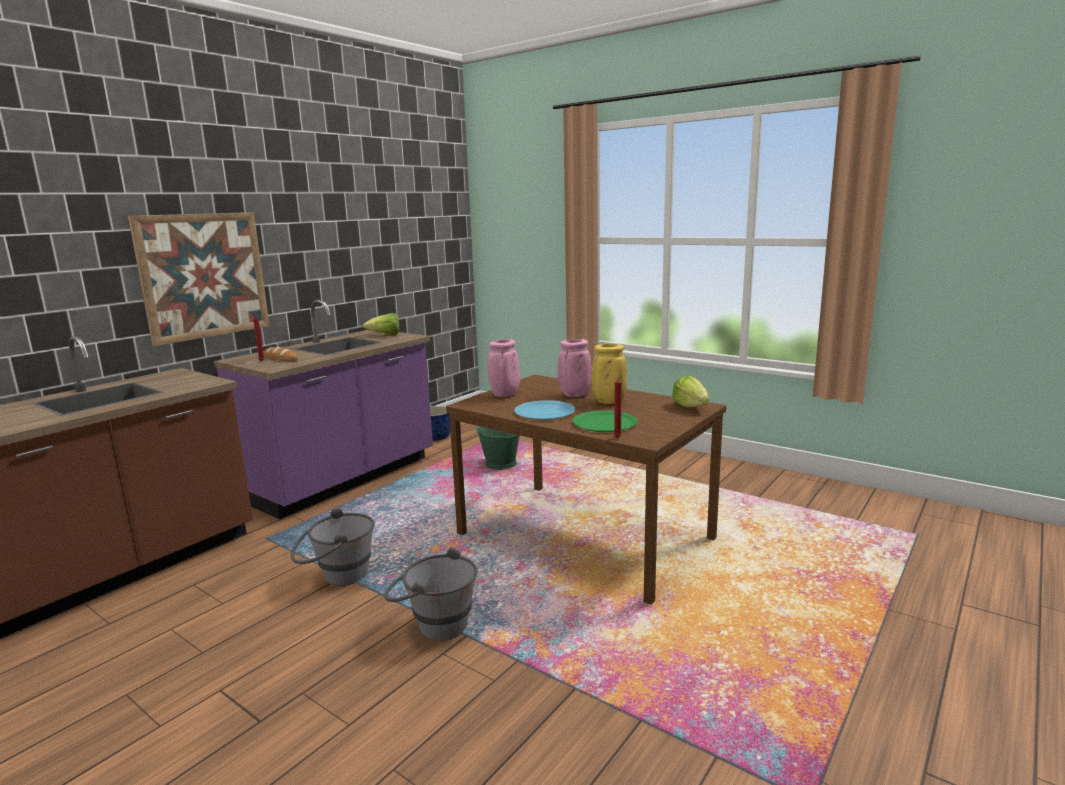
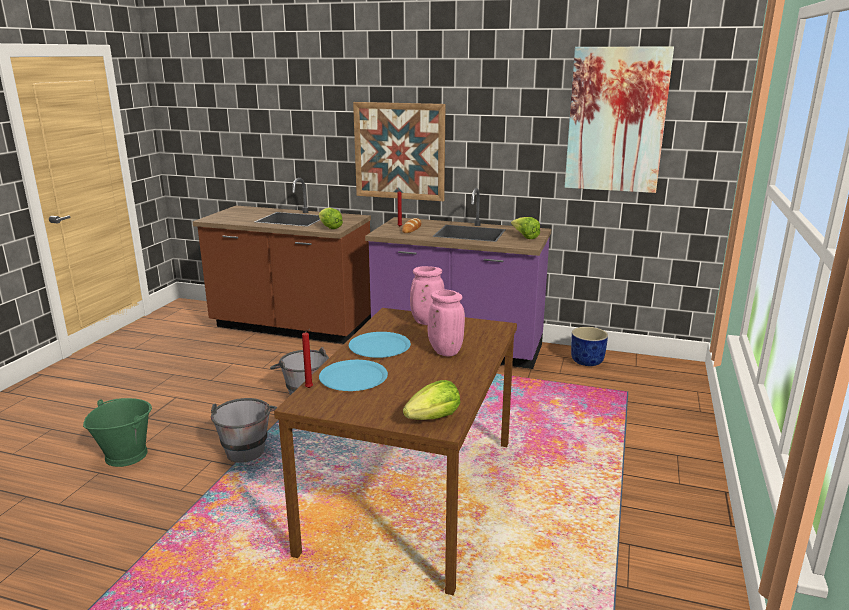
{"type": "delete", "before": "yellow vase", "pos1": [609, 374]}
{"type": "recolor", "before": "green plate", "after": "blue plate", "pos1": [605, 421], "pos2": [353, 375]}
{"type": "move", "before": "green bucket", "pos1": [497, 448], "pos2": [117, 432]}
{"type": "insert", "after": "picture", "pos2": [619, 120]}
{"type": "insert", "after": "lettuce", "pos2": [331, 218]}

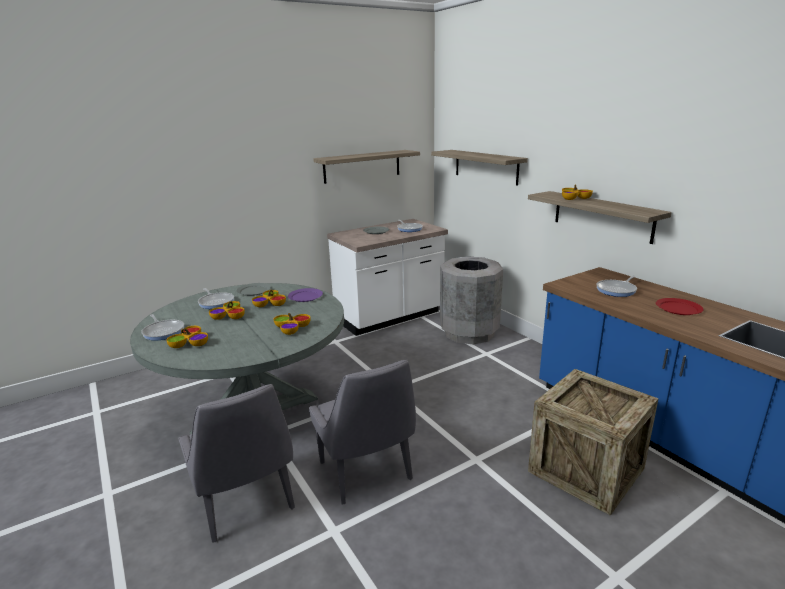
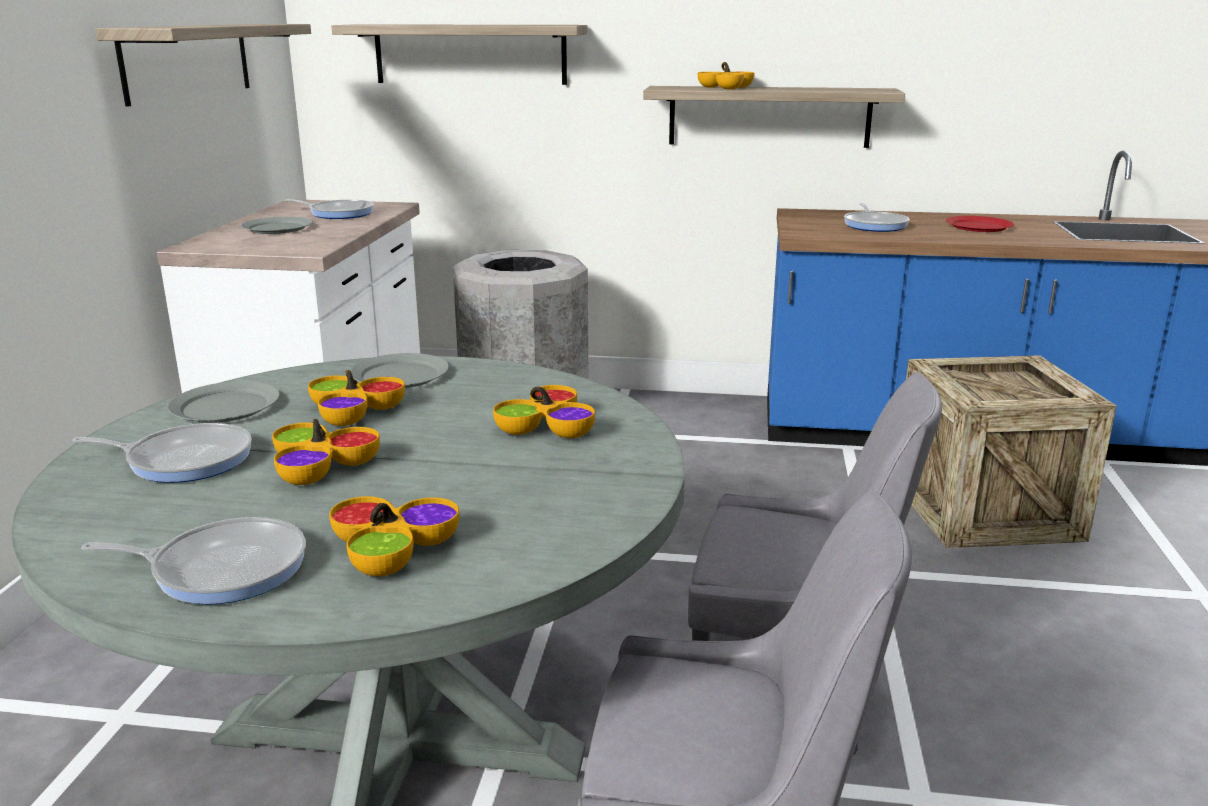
{"type": "recolor", "before": "purple plate", "after": "grey plate", "pos1": [305, 295], "pos2": [400, 370]}

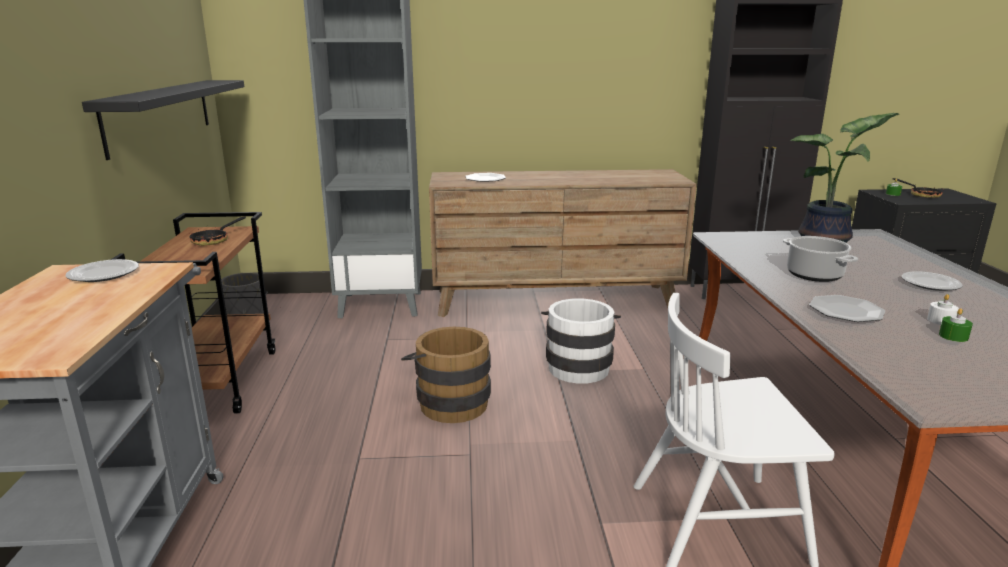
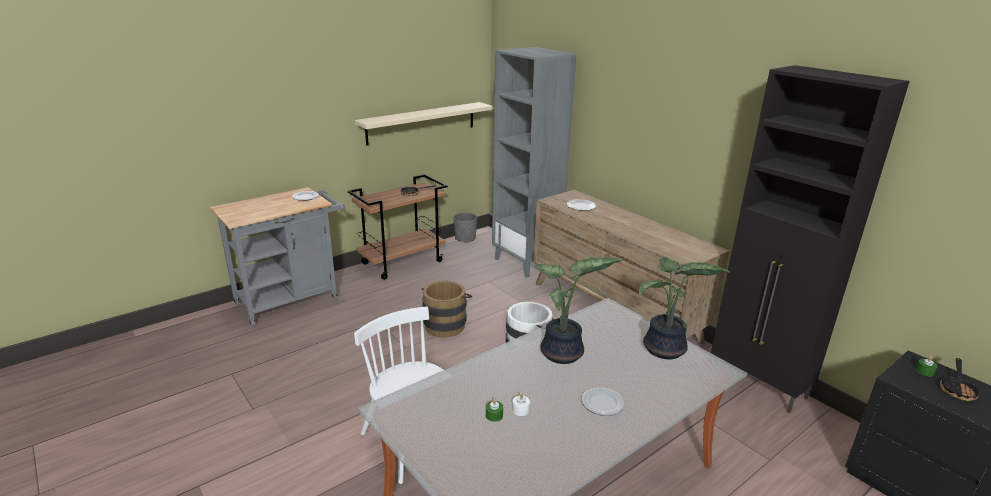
{"type": "recolor", "before": "black shelf", "after": "beige shelf", "pos1": [163, 120], "pos2": [424, 124]}
{"type": "replace", "before": "cooking pot", "after": "potted plant", "pos1": [820, 259], "pos2": [578, 310]}
{"type": "delete", "before": "plate", "pos1": [847, 308]}

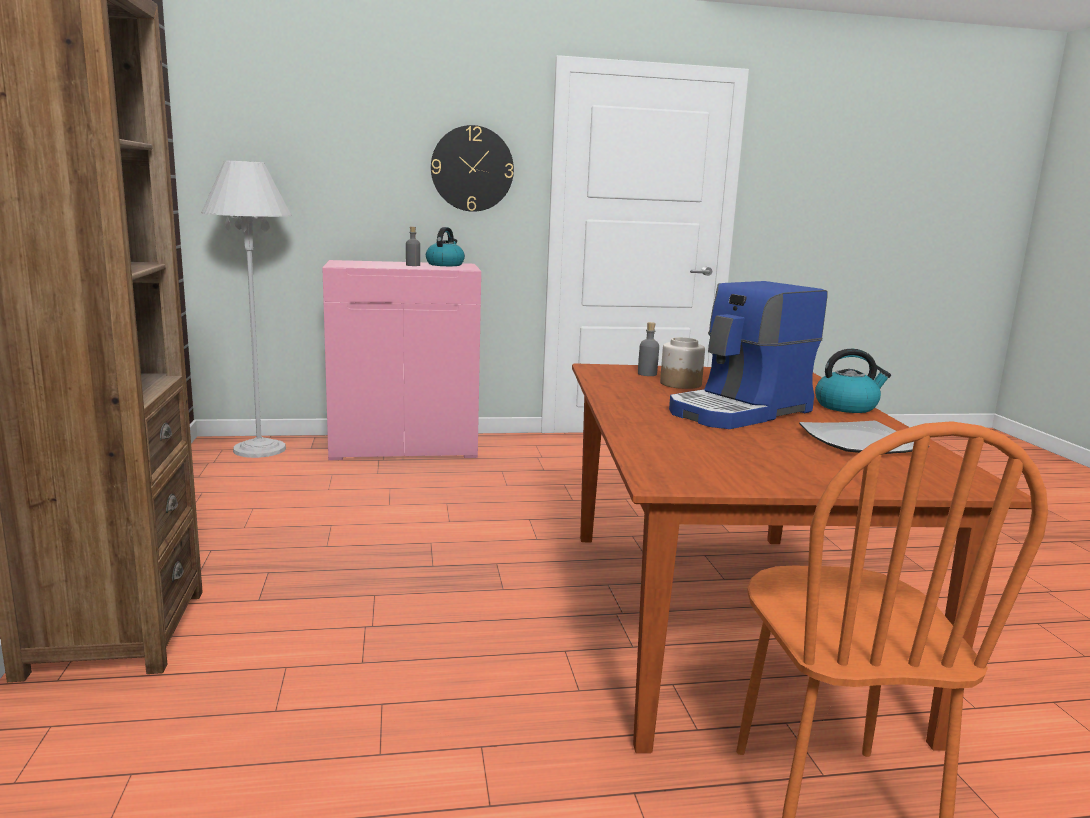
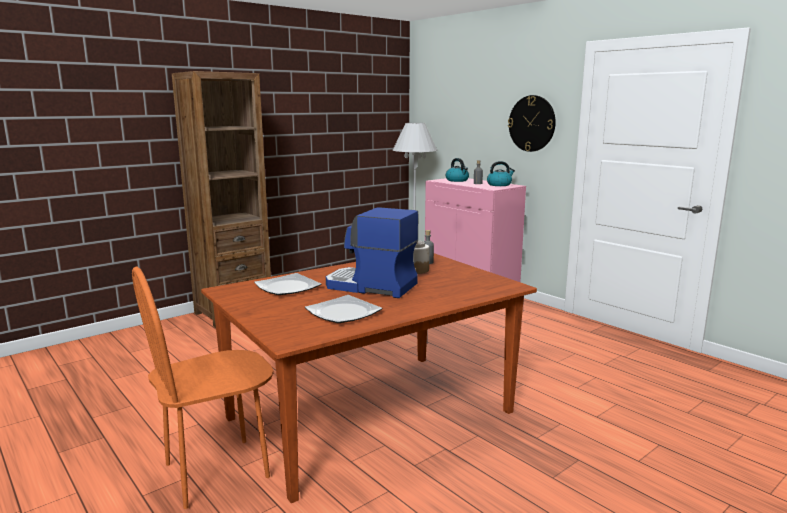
{"type": "move", "before": "kettle", "pos1": [853, 381], "pos2": [457, 170]}
{"type": "insert", "after": "plate", "pos2": [287, 284]}

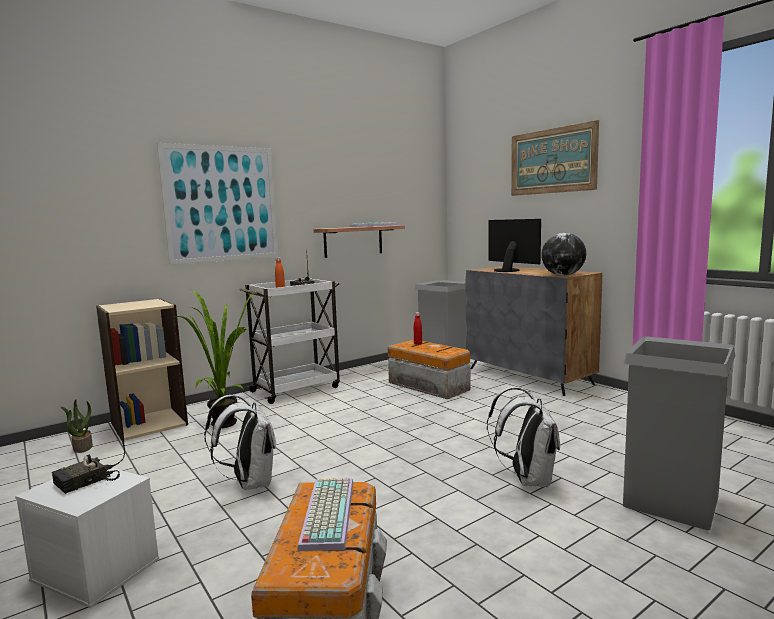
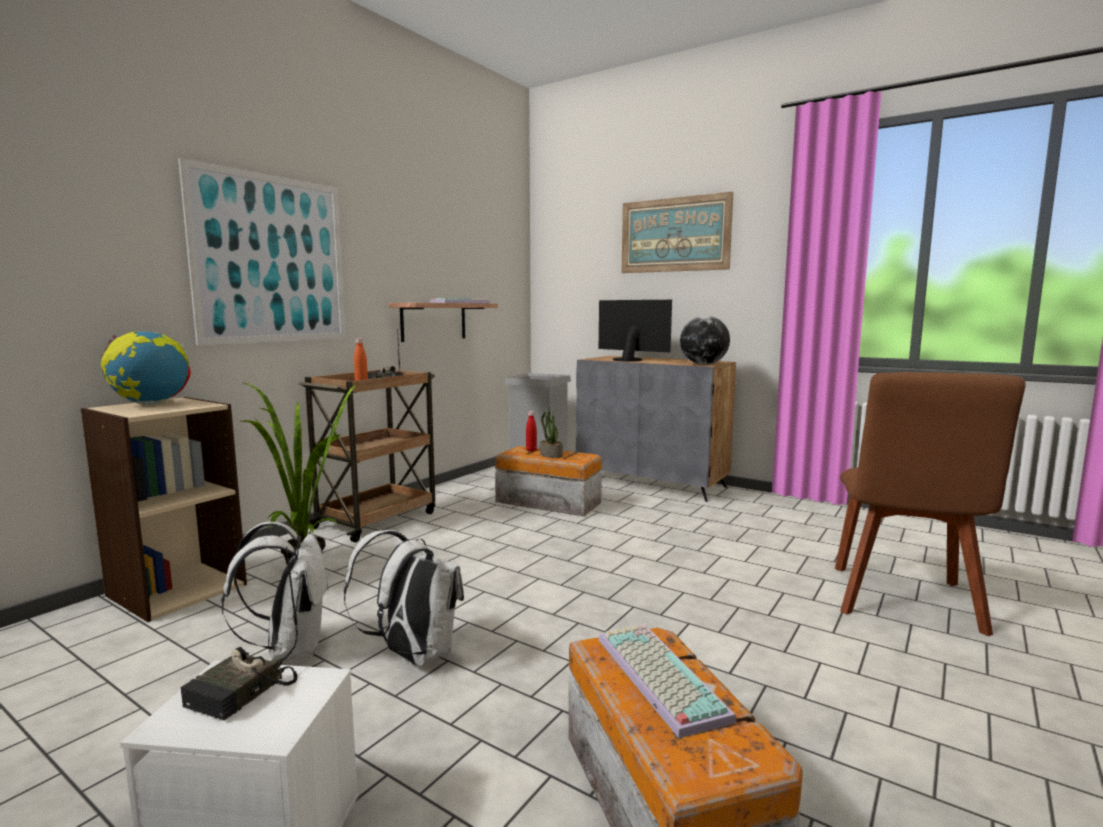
{"type": "recolor", "before": "white cart", "after": "brown cart", "pos1": [290, 341], "pos2": [367, 456]}
{"type": "replace", "before": "grey trash can", "after": "brown chair", "pos1": [679, 433], "pos2": [930, 504]}
{"type": "move", "before": "white backpack", "pos1": [523, 437], "pos2": [275, 591]}
{"type": "move", "before": "potted plant", "pos1": [77, 426], "pos2": [551, 432]}
{"type": "insert", "after": "globe", "pos2": [145, 368]}

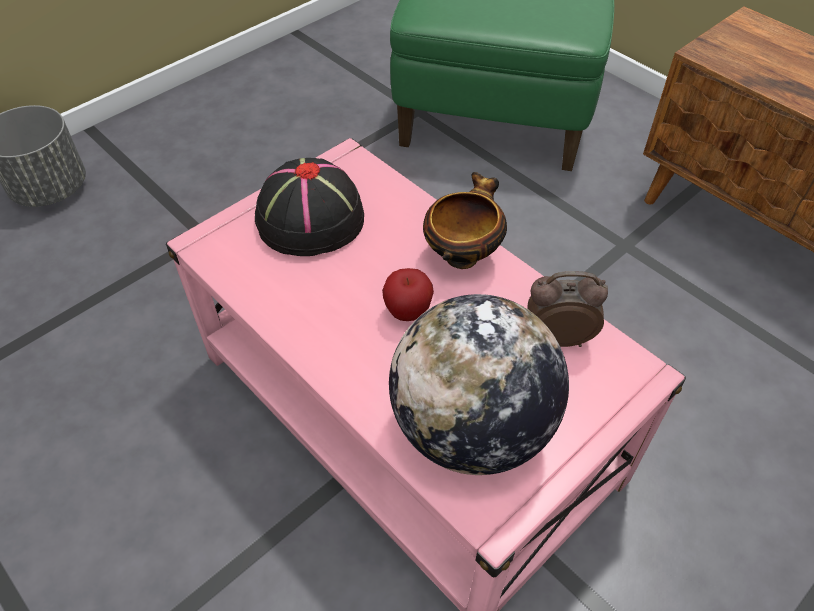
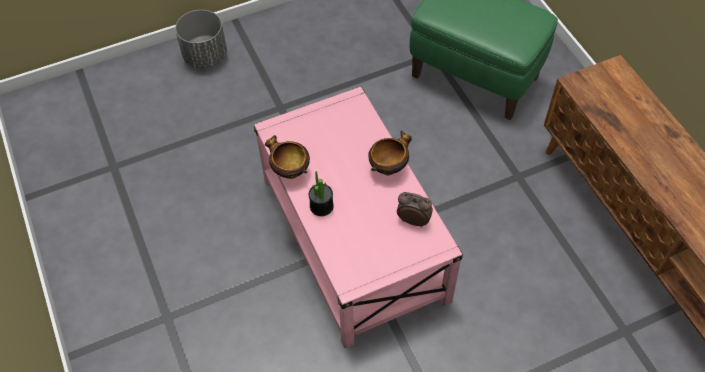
{"type": "delete", "before": "black hat", "pos1": [309, 207]}
{"type": "delete", "before": "apple", "pos1": [408, 294]}
{"type": "delete", "before": "globe", "pos1": [479, 384]}
{"type": "insert", "after": "bowl", "pos2": [287, 157]}
{"type": "insert", "after": "potted plant", "pos2": [321, 193]}

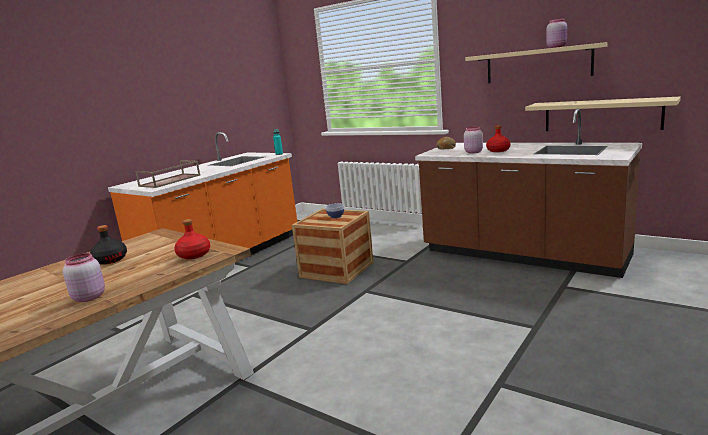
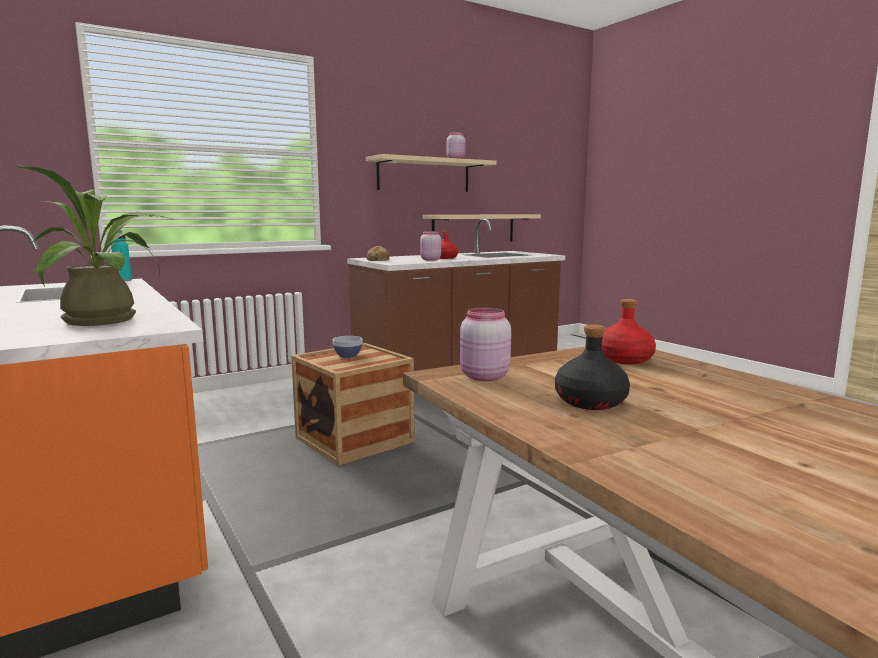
{"type": "replace", "before": "brown tray", "after": "potted plant", "pos1": [167, 174], "pos2": [93, 245]}
{"type": "move", "before": "pink jar", "pos1": [84, 277], "pos2": [485, 344]}

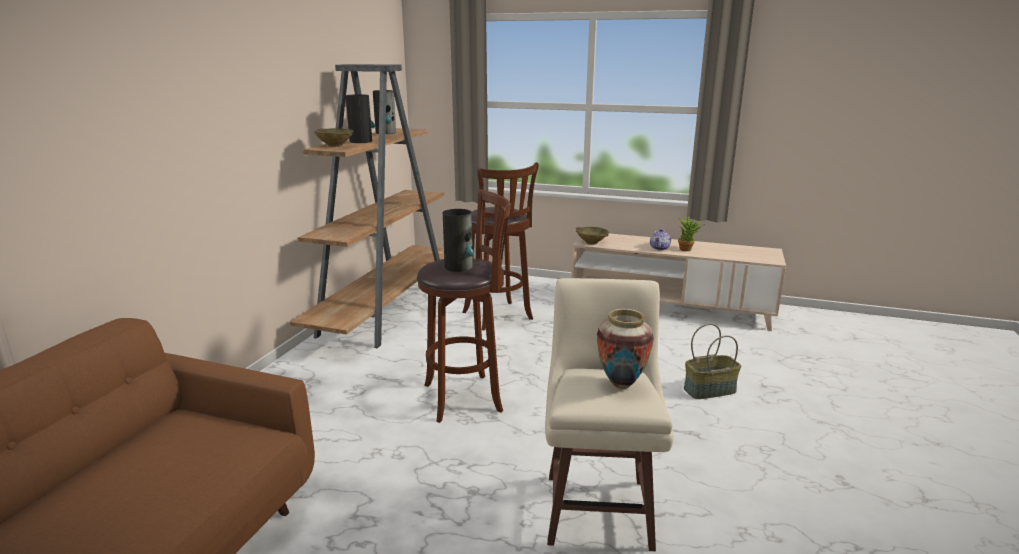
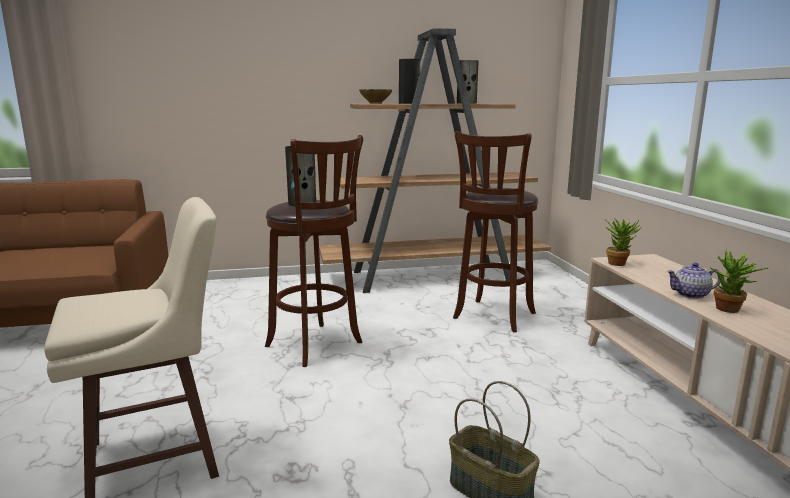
{"type": "replace", "before": "beige bowl", "after": "potted plant", "pos1": [593, 236], "pos2": [623, 242]}
{"type": "delete", "before": "vase", "pos1": [625, 349]}

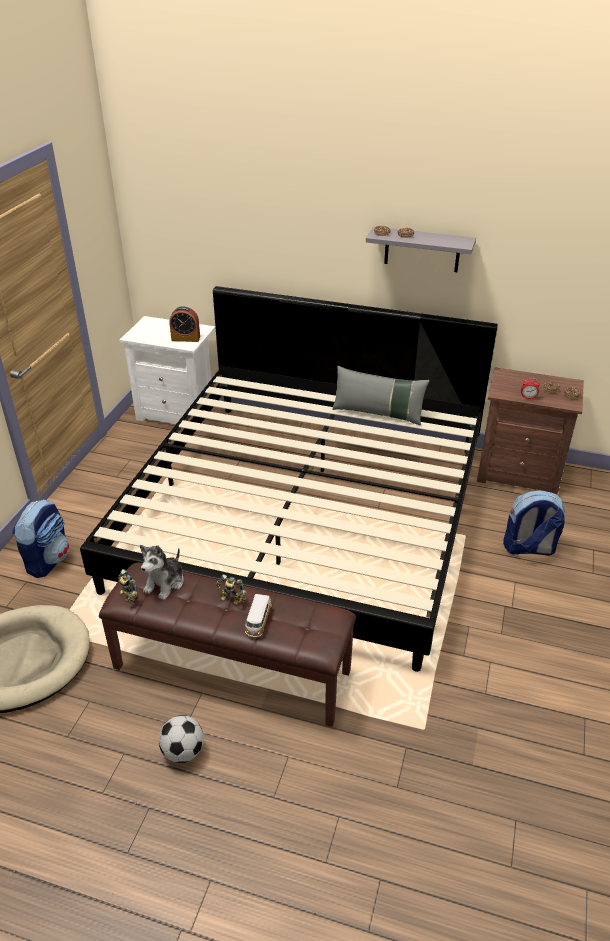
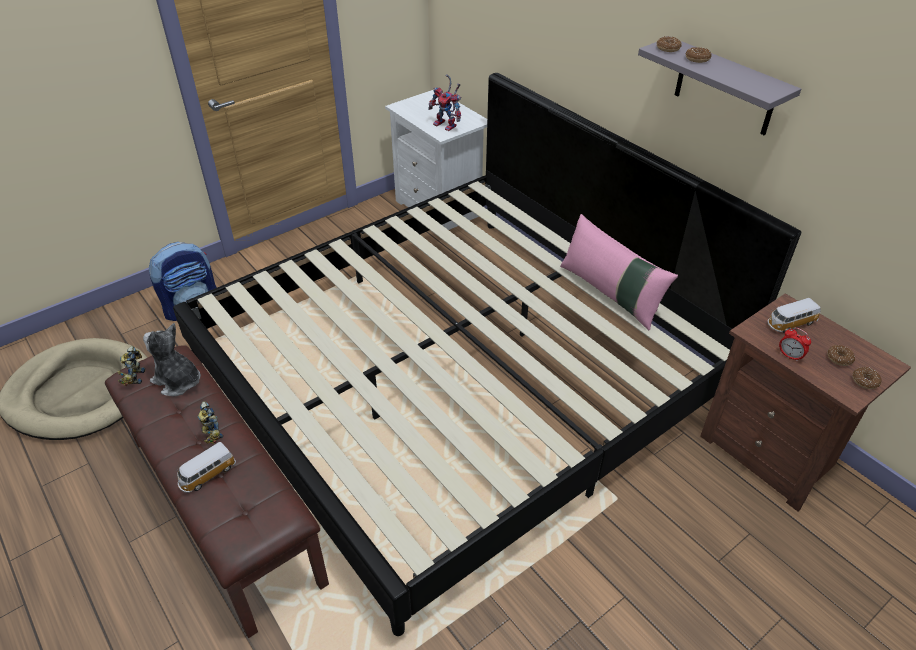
{"type": "replace", "before": "alarm clock", "after": "toy robot", "pos1": [184, 324], "pos2": [444, 103]}
{"type": "recolor", "before": "grey pillow", "after": "pink pillow", "pos1": [381, 395], "pos2": [619, 272]}
{"type": "delete", "before": "backpack", "pos1": [534, 523]}
{"type": "rotate", "before": "plush toy", "pos1": [162, 572], "pos2": [172, 360], "turn": 60}
{"type": "delete", "before": "football", "pos1": [181, 739]}
{"type": "insert", "after": "toy car", "pos2": [794, 315]}

